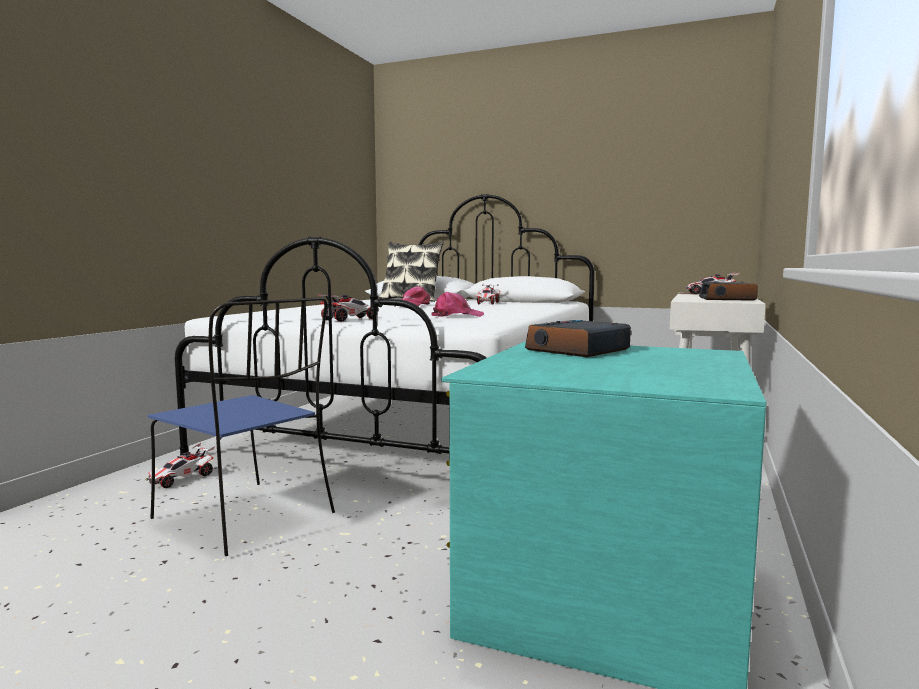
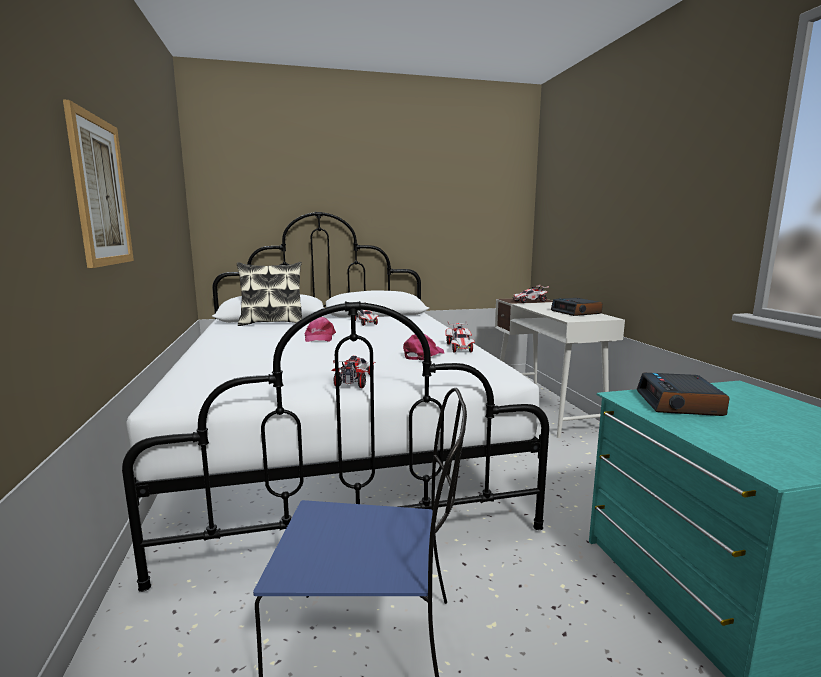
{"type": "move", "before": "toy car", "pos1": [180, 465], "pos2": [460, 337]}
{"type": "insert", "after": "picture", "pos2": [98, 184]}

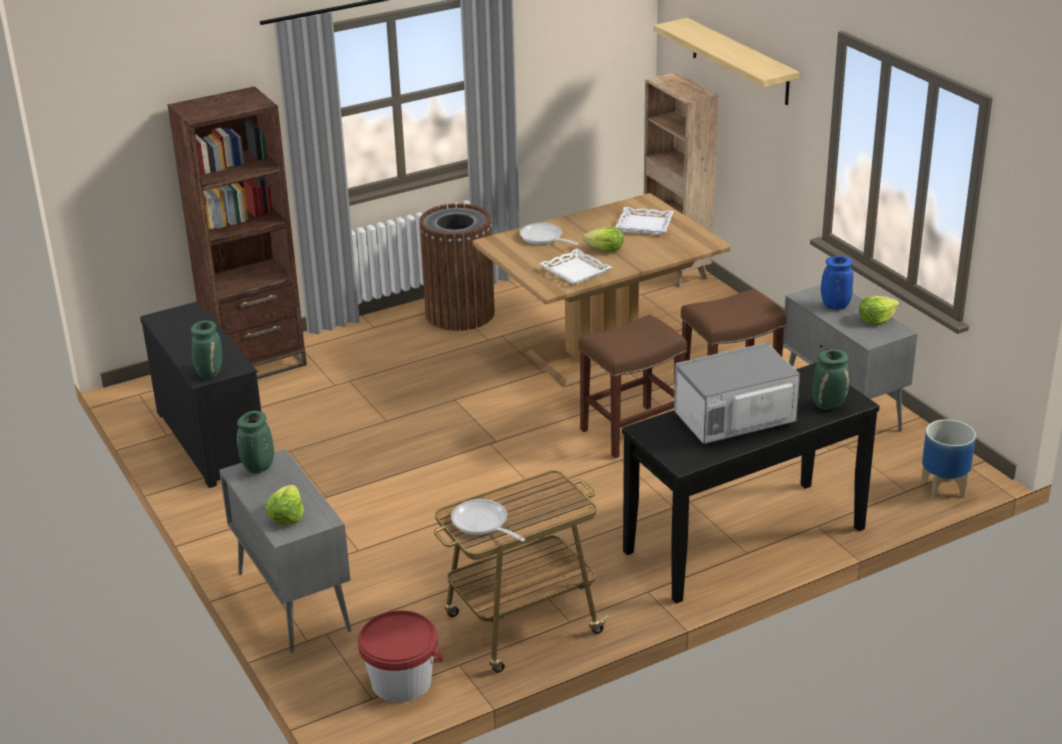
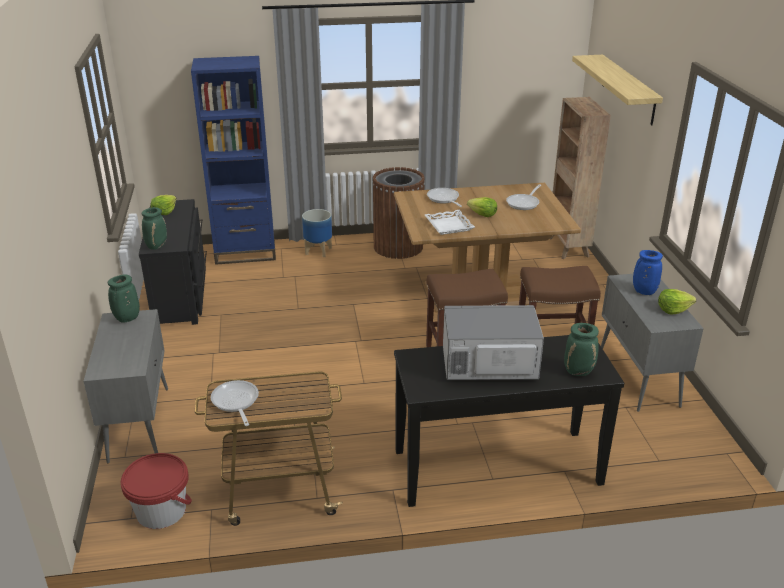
{"type": "recolor", "before": "brown bookcase", "after": "blue bookcase", "pos1": [237, 232], "pos2": [233, 160]}
{"type": "replace", "before": "white tray", "after": "frying pan", "pos1": [644, 221], "pos2": [523, 197]}
{"type": "move", "before": "planter", "pos1": [948, 459], "pos2": [317, 233]}
{"type": "move", "before": "lettuce", "pos1": [284, 505], "pos2": [164, 205]}

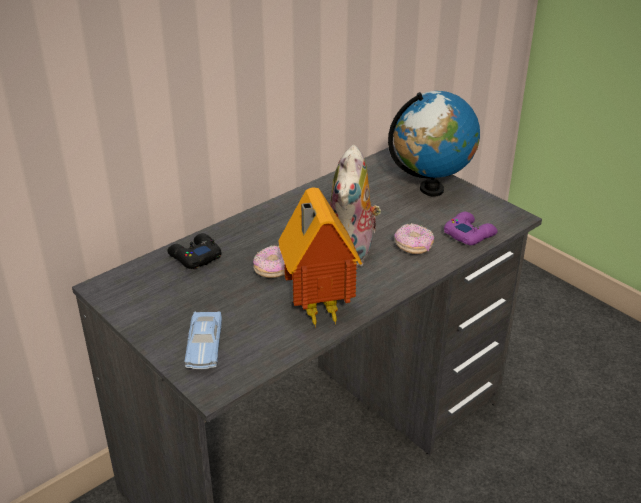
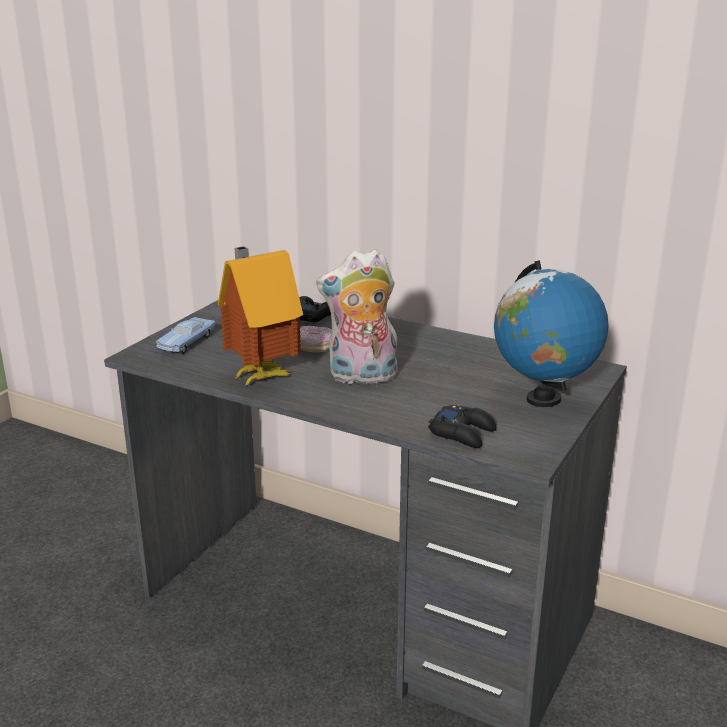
{"type": "recolor", "before": "purple game controller", "after": "black game controller", "pos1": [471, 228], "pos2": [462, 426]}
{"type": "delete", "before": "donut", "pos1": [414, 238]}
{"type": "rotate", "before": "blue toy car", "pos1": [203, 340], "pos2": [186, 335], "turn": -45}

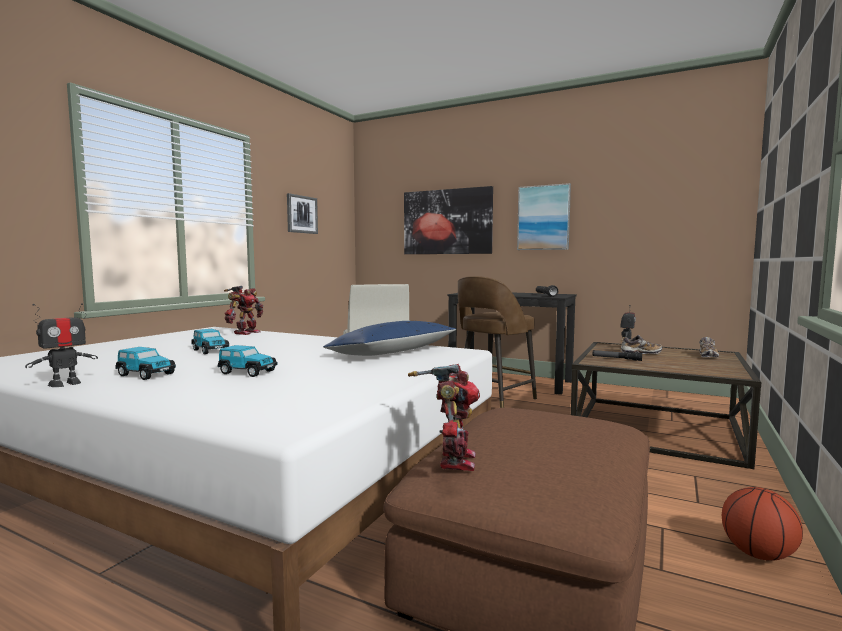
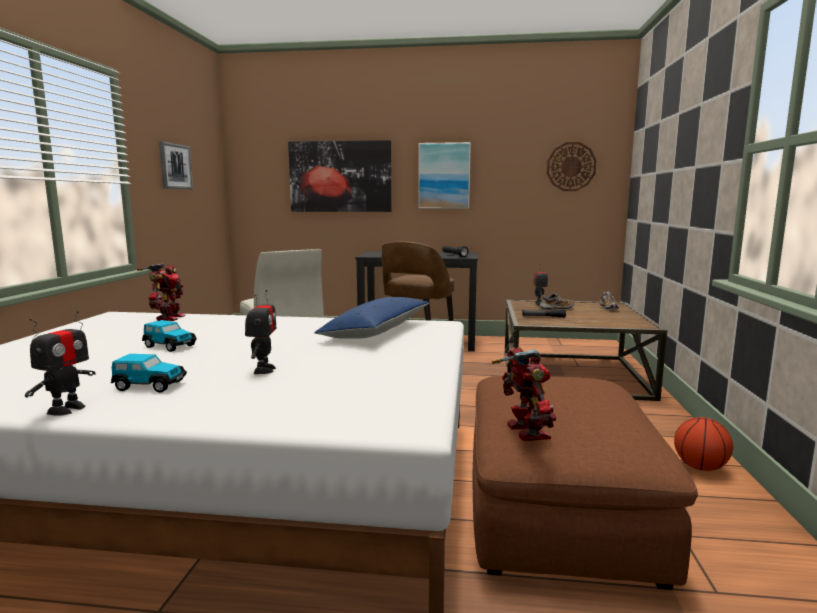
{"type": "replace", "before": "toy car", "after": "toy robot", "pos1": [247, 361], "pos2": [260, 332]}
{"type": "insert", "after": "wall clock", "pos2": [572, 166]}

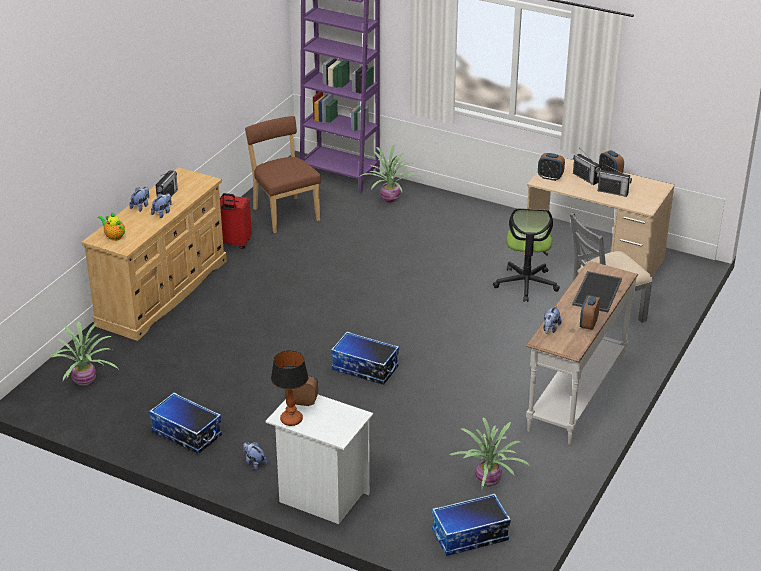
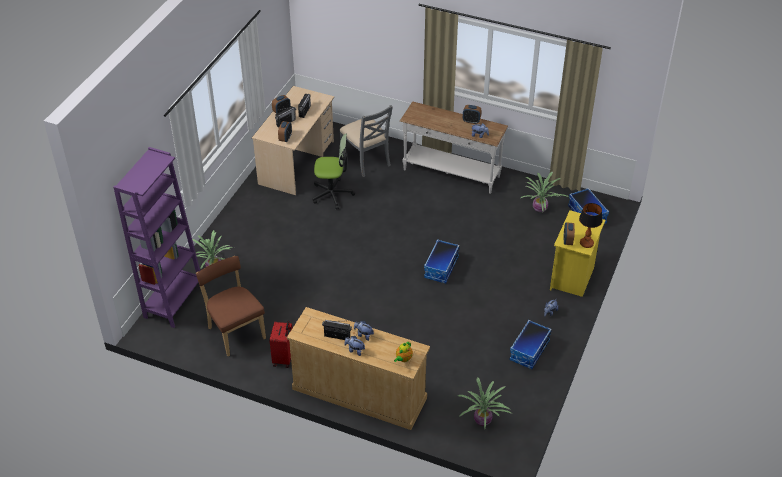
{"type": "rotate", "before": "brown chair", "pos1": [283, 174], "pos2": [231, 306], "turn": 90}
{"type": "delete", "before": "tray", "pos1": [597, 291]}
{"type": "recolor", "before": "white nightstand", "after": "yellow nightstand", "pos1": [319, 459], "pos2": [577, 253]}

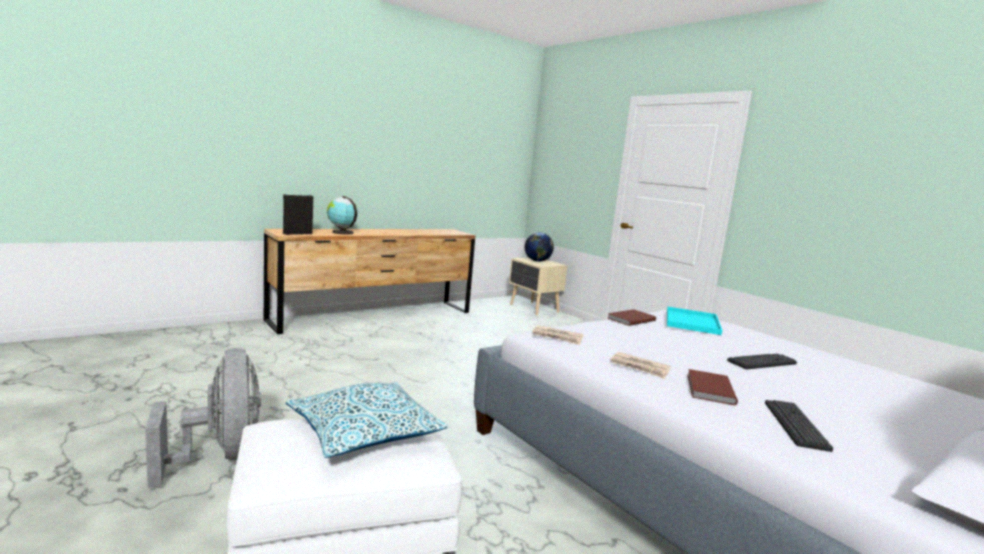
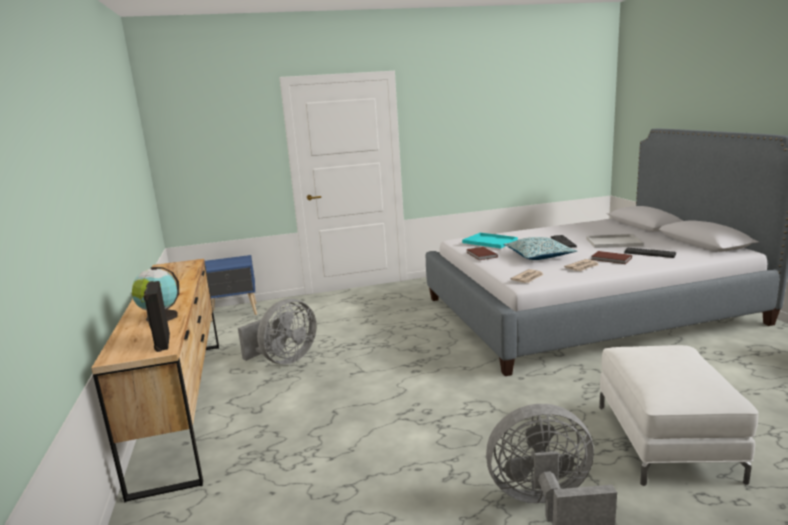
{"type": "delete", "before": "globe", "pos1": [539, 247]}
{"type": "recolor", "before": "beige nightstand", "after": "blue nightstand", "pos1": [538, 286], "pos2": [231, 288]}
{"type": "move", "before": "pillow", "pos1": [367, 420], "pos2": [540, 248]}
{"type": "insert", "after": "white tray", "pos2": [615, 241]}
{"type": "insert", "after": "grey fan", "pos2": [277, 331]}

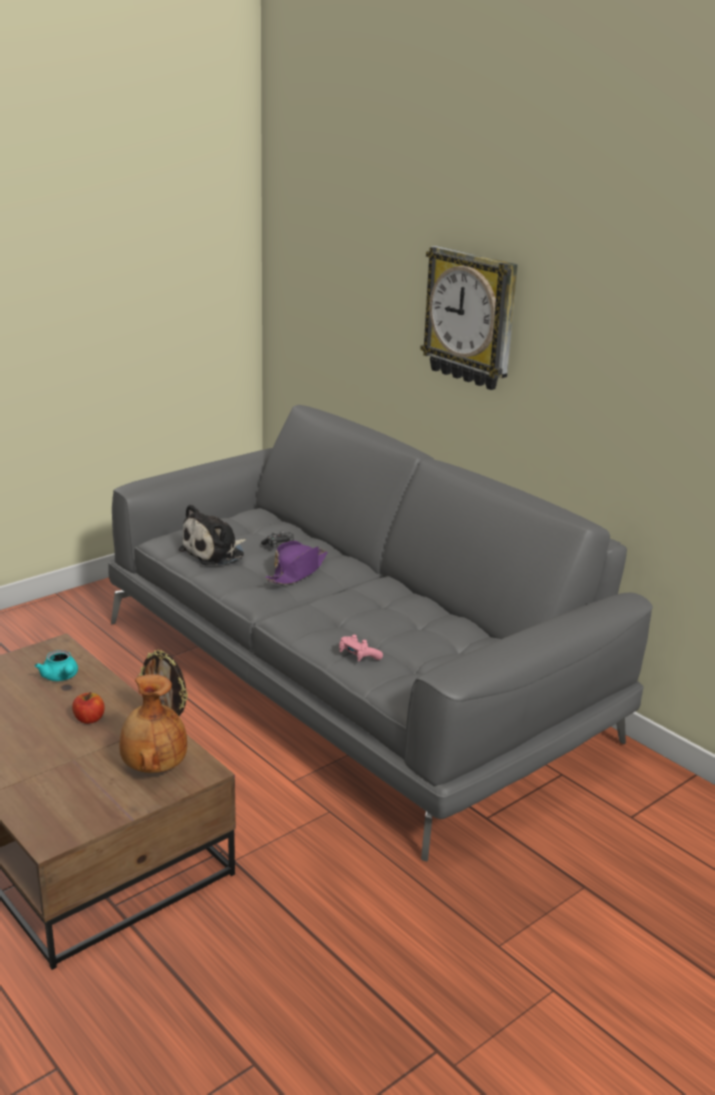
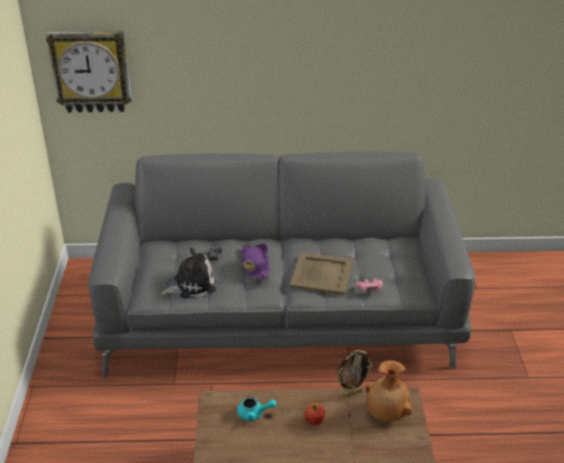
{"type": "move", "before": "wall clock", "pos1": [469, 318], "pos2": [89, 71]}
{"type": "rotate", "before": "plush toy", "pos1": [212, 535], "pos2": [188, 273], "turn": -105}
{"type": "insert", "after": "beige tray", "pos2": [322, 273]}

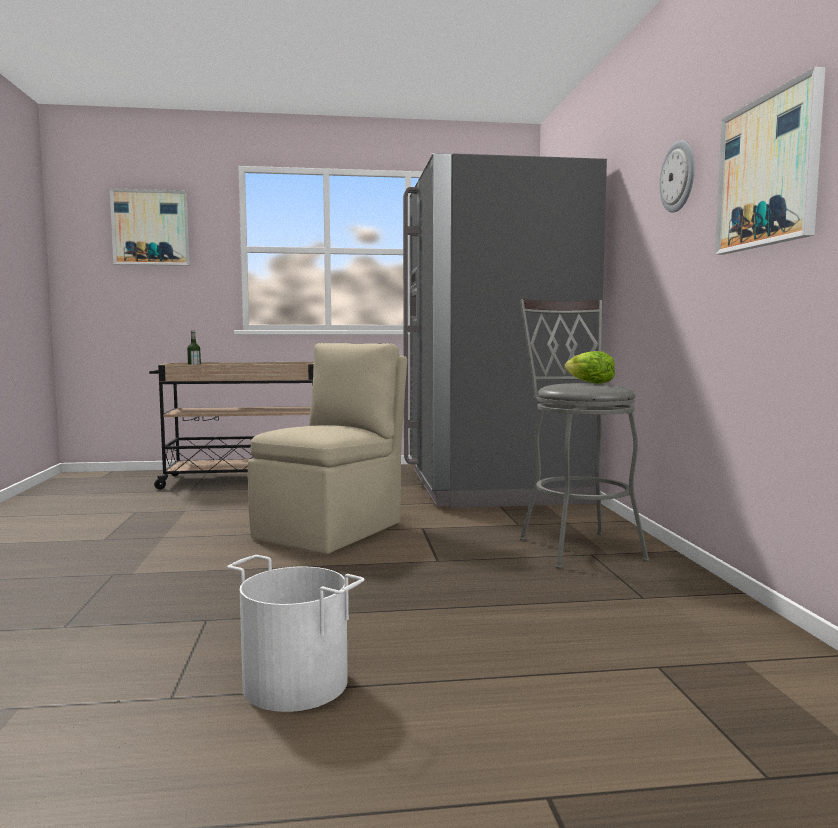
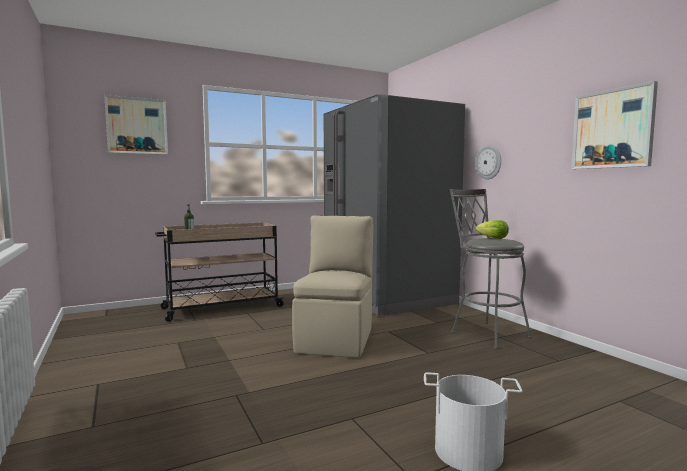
{"type": "move", "before": "wall clock", "pos1": [677, 176], "pos2": [488, 162]}

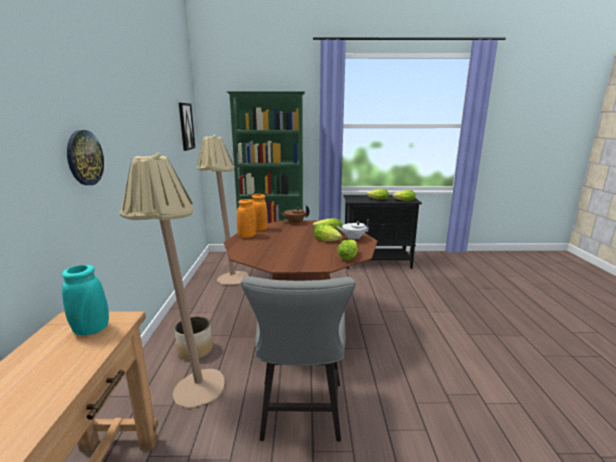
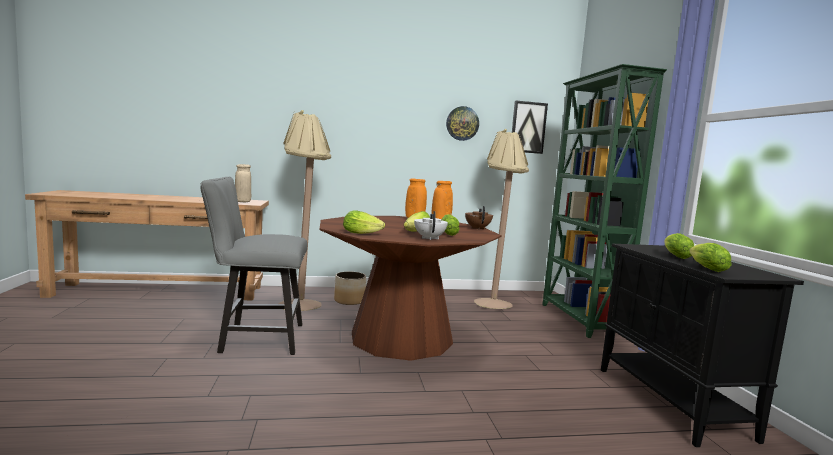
{"type": "move", "before": "wall clock", "pos1": [85, 157], "pos2": [462, 123]}
{"type": "recolor", "before": "turquoise vase", "after": "beige vase", "pos1": [85, 300], "pos2": [243, 183]}

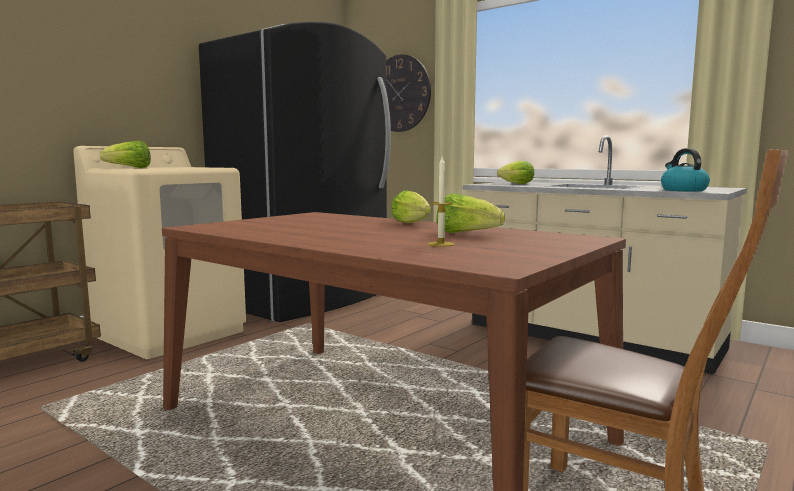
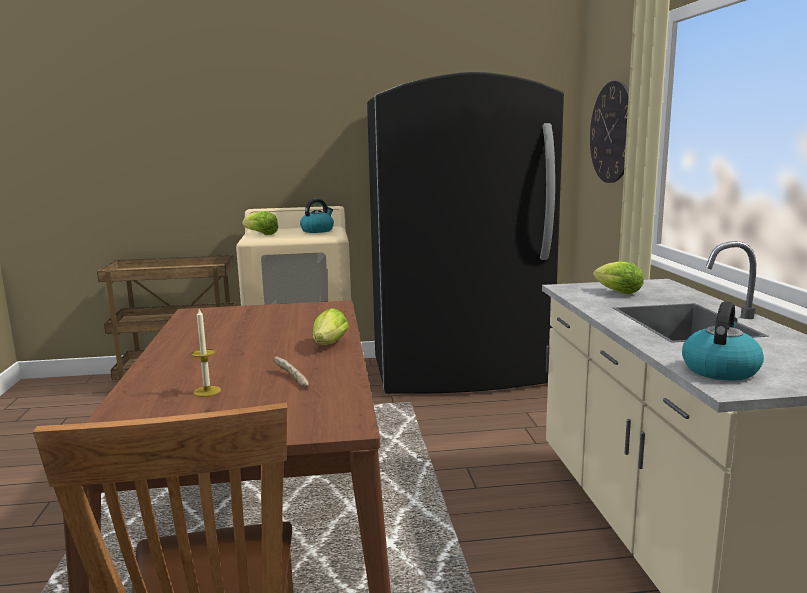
{"type": "replace", "before": "lettuce", "after": "bread", "pos1": [471, 213], "pos2": [291, 372]}
{"type": "insert", "after": "kettle", "pos2": [317, 216]}

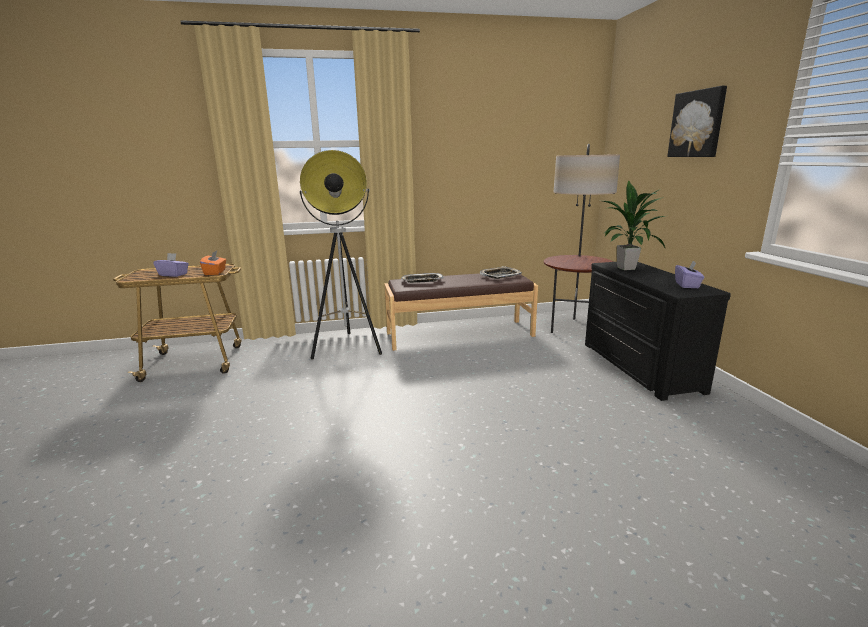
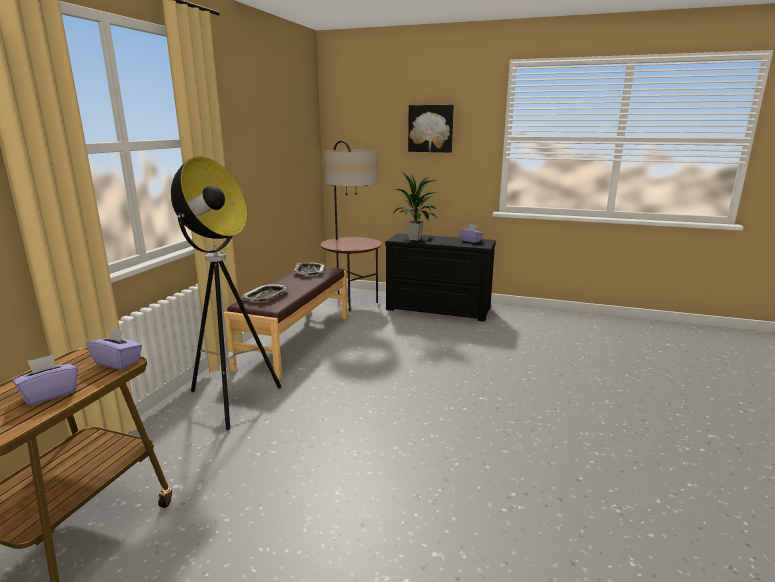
{"type": "recolor", "before": "orange tissue box", "after": "purple tissue box", "pos1": [213, 263], "pos2": [114, 348]}

